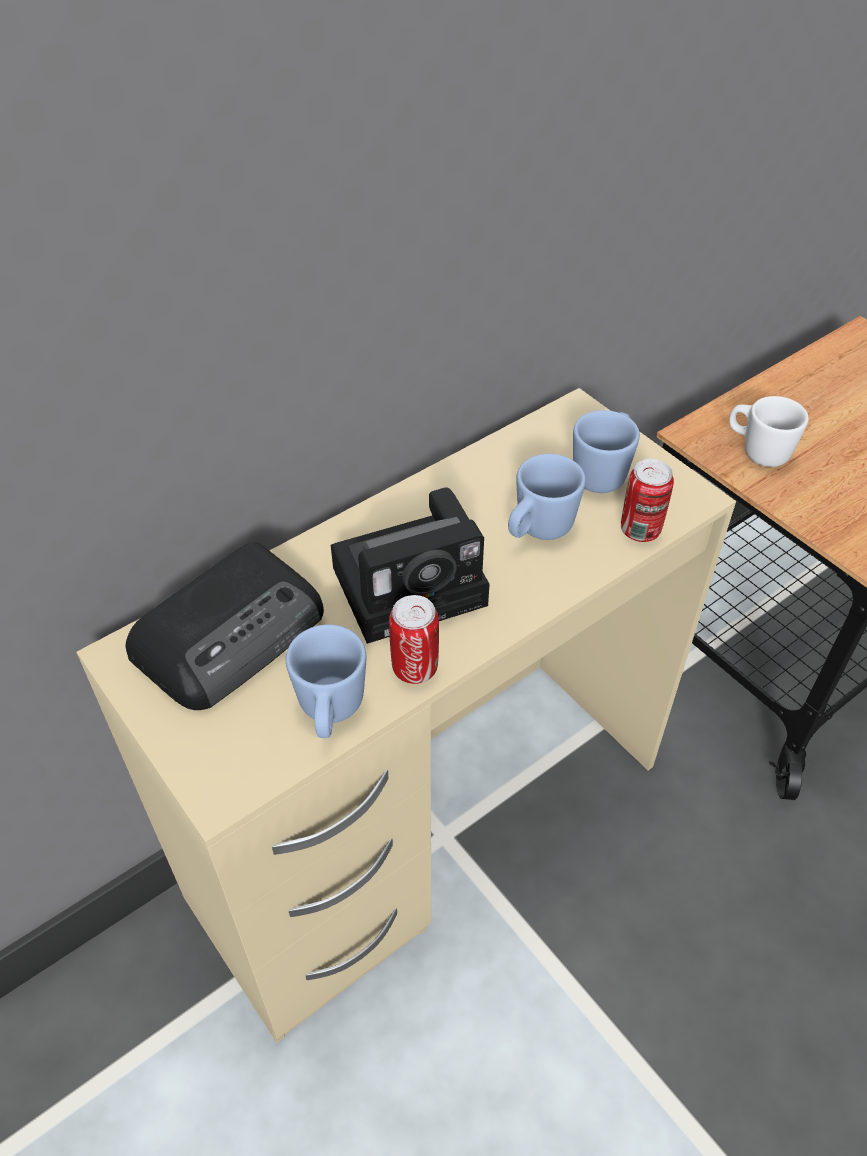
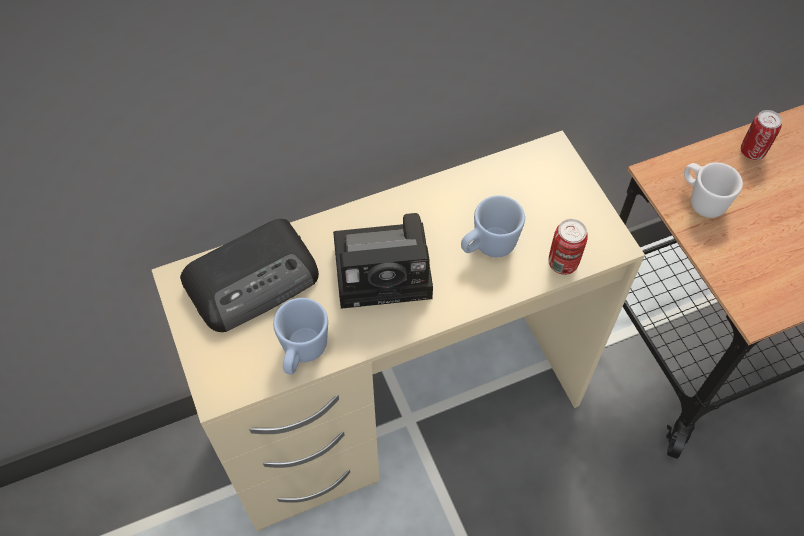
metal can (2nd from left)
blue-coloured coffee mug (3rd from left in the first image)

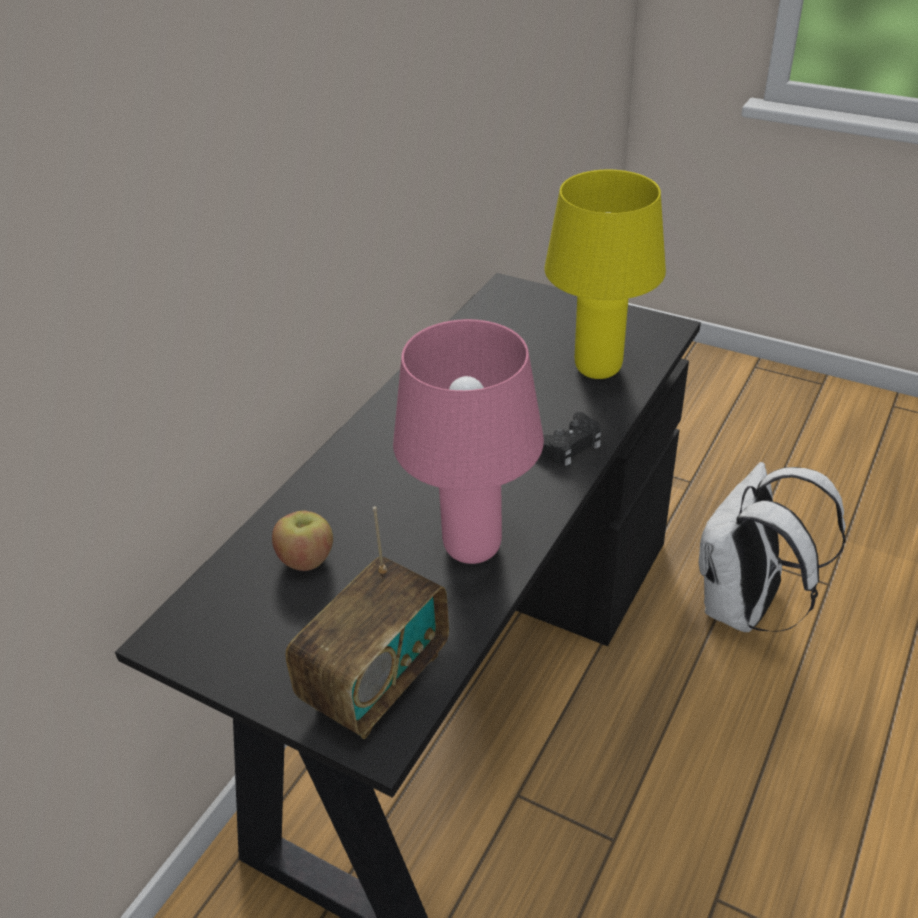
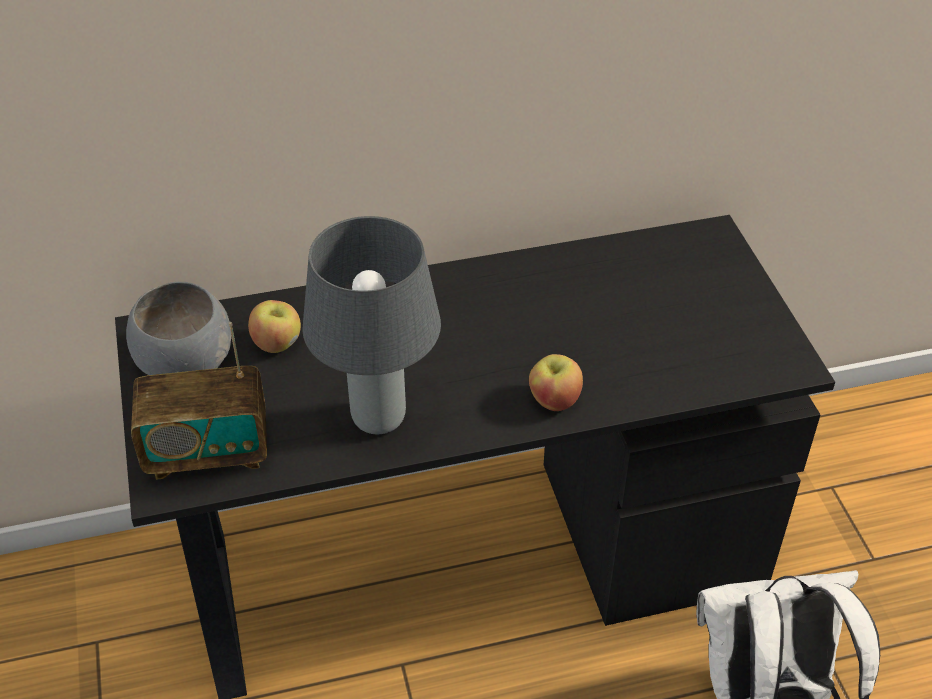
grey lamp for a table
whole apple (2nd from left)
yellow lamp for a table
grey deep dish

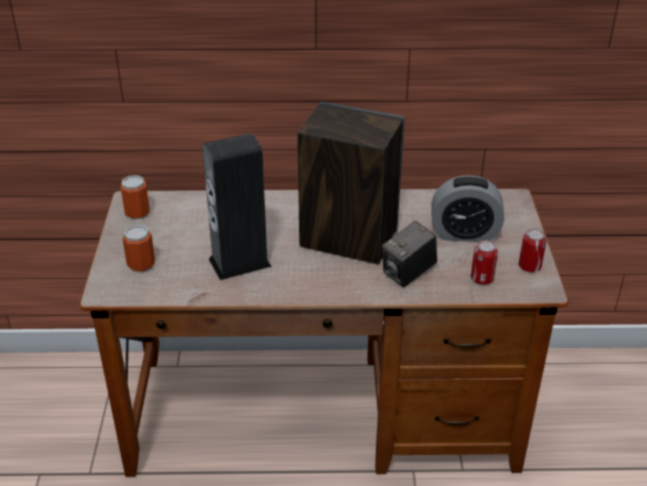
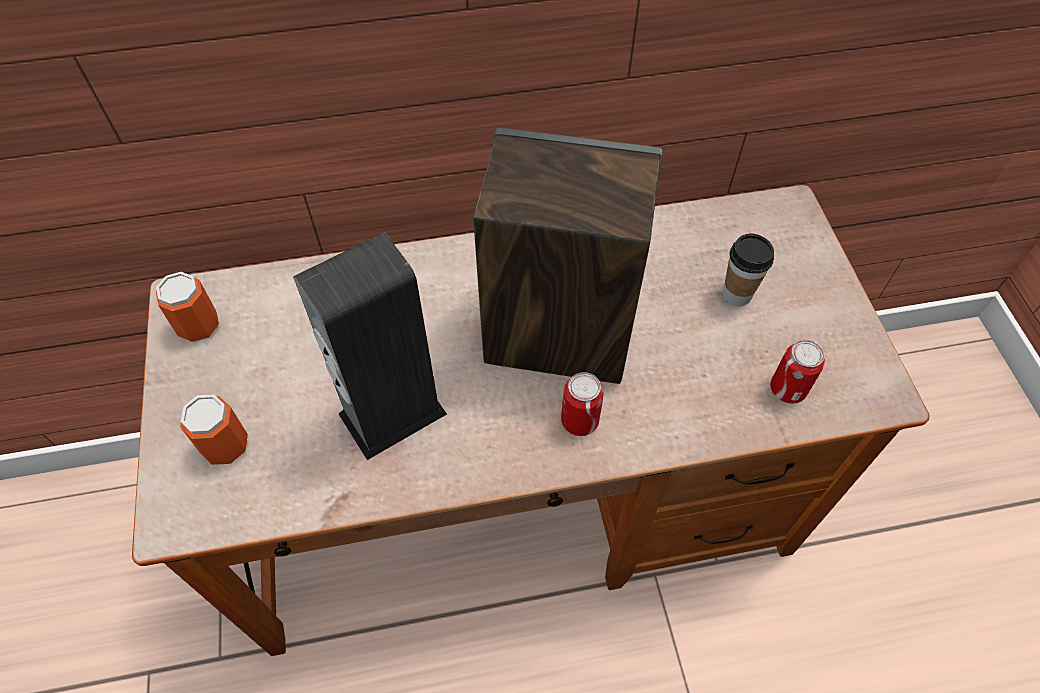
photo camera
small cup
metal can (3rd from left)

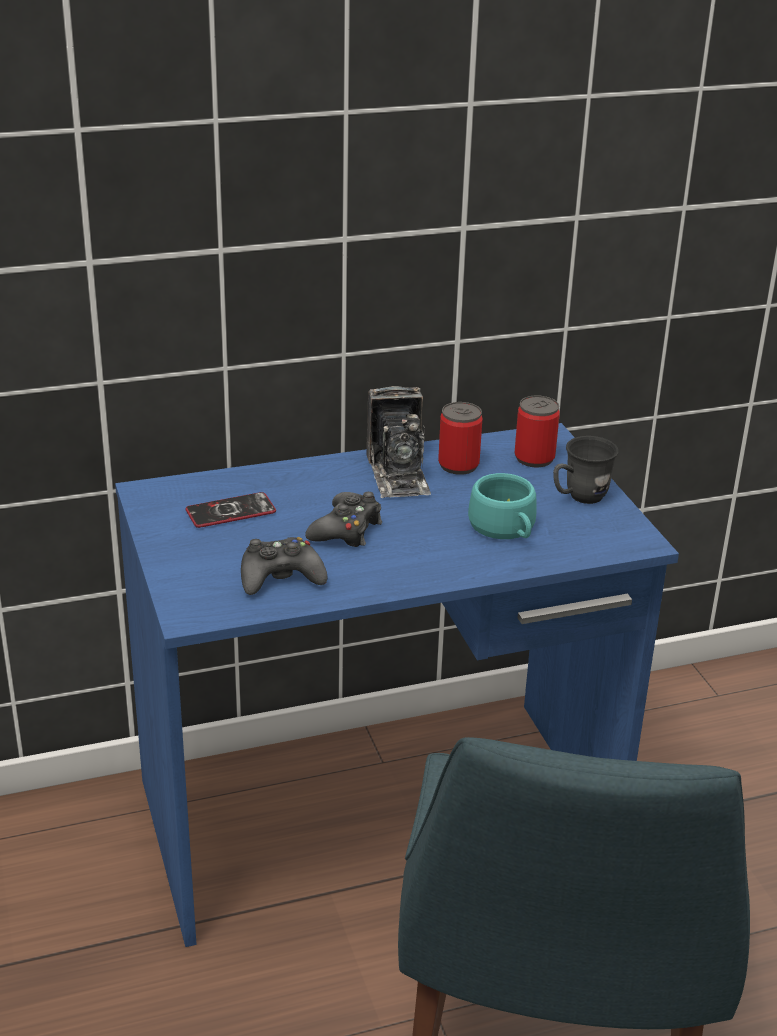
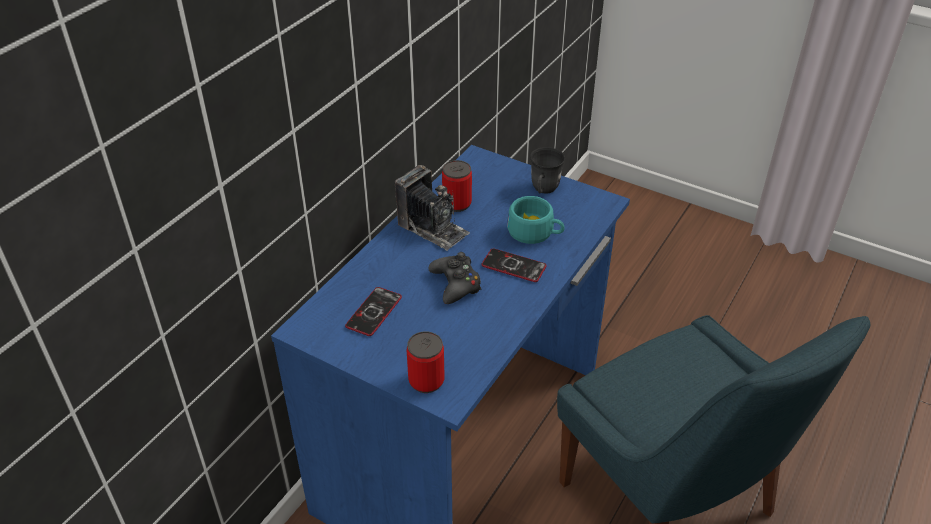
black-coloured joypad (1st from left in the first image)
metal can (1st from left)
phone (2nd from left)

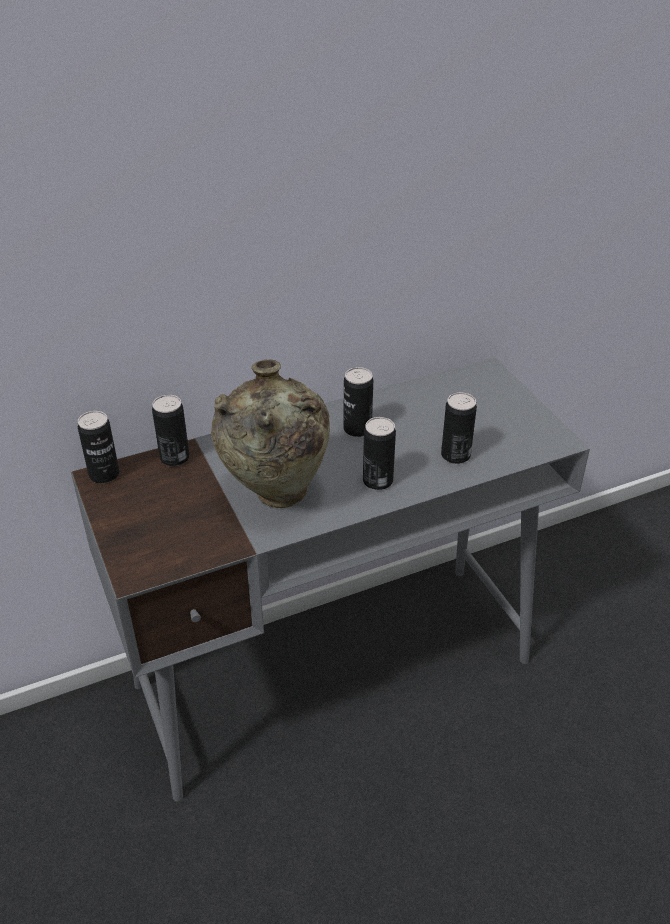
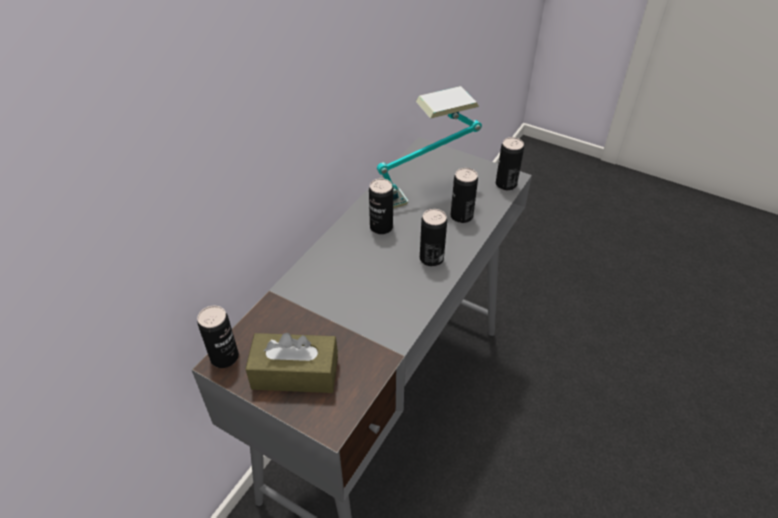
metal can (5th from left)
beige vase
brownish tissue box
lamp for a table

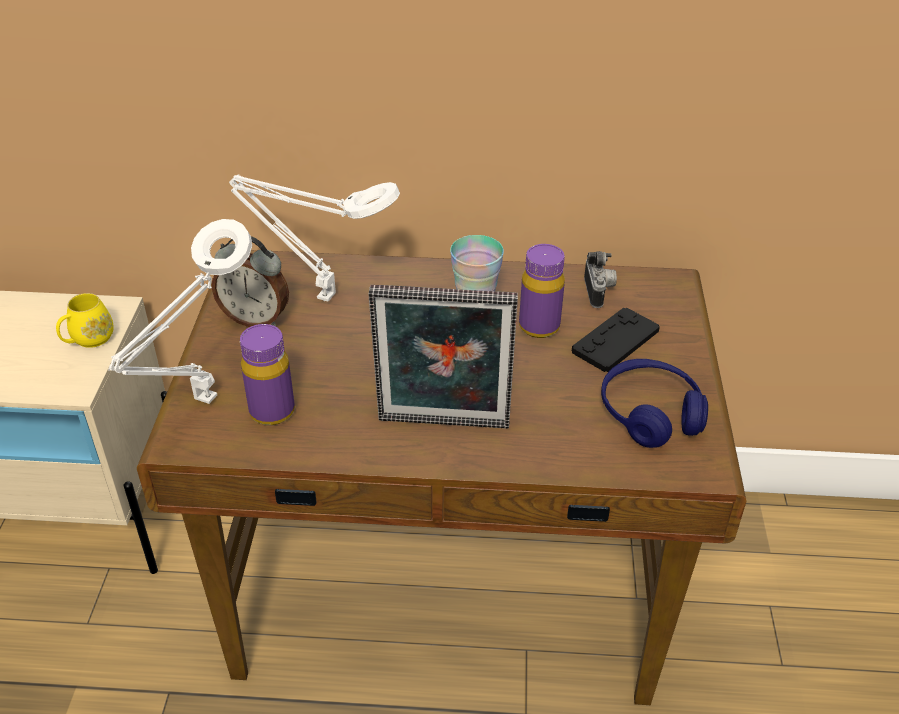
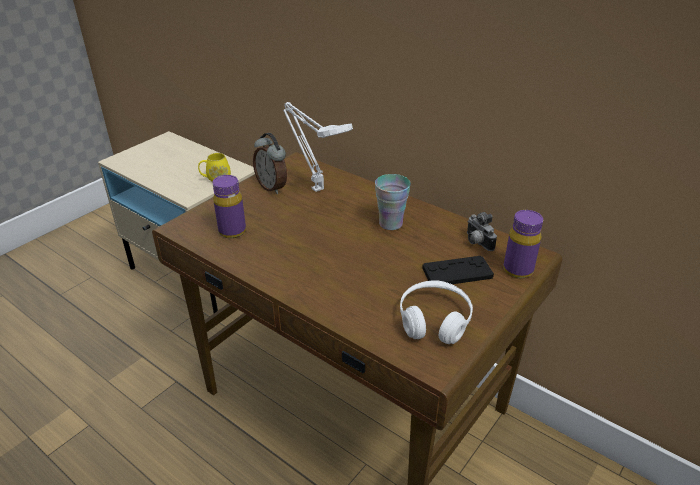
white lamp for a table (1st from left in the first image)
photo frame
purple-coloured drink bottle (2nd from left)
photo camera
white headphones

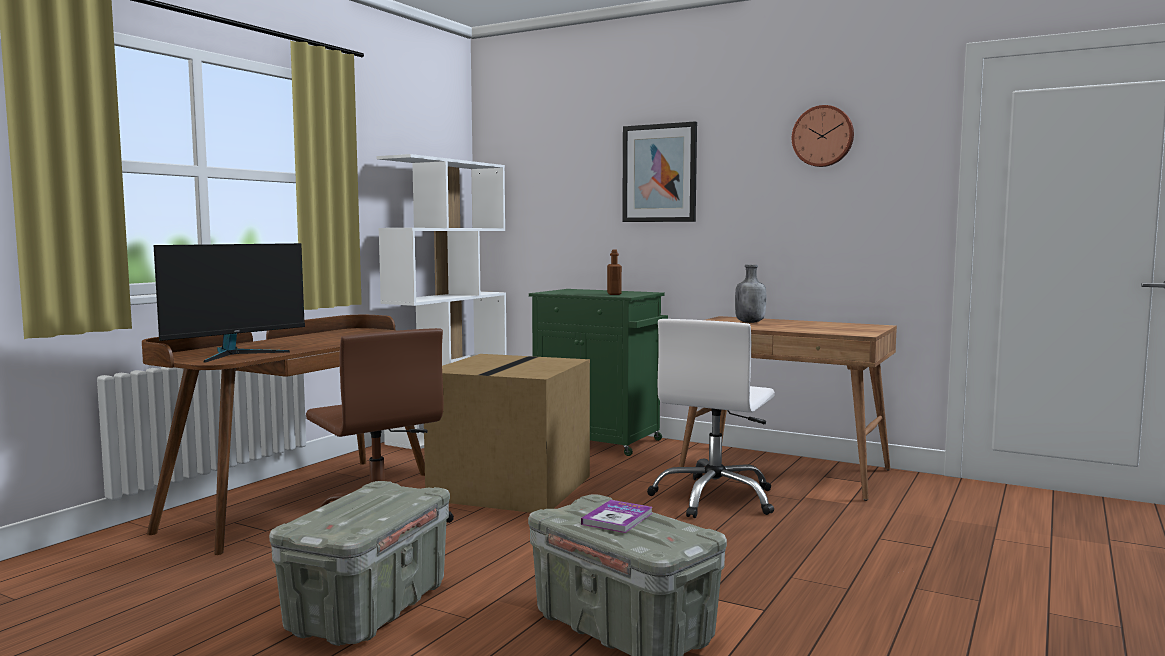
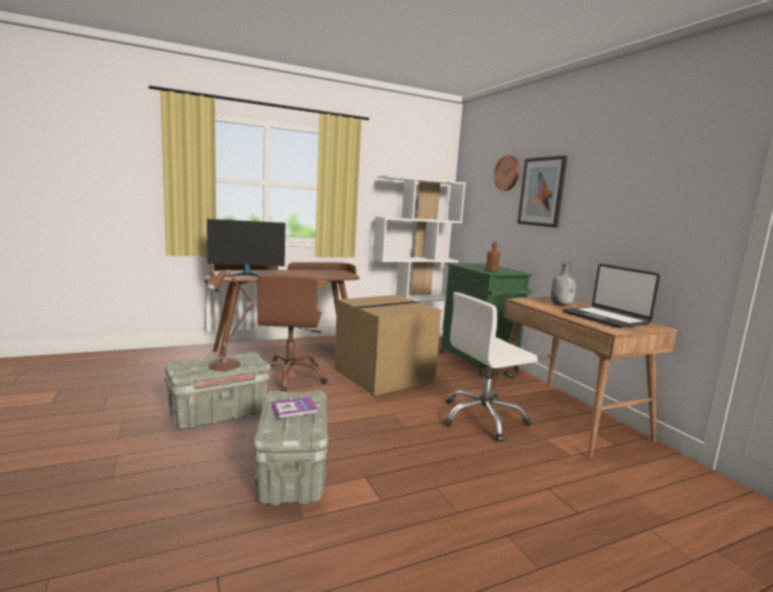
wall clock
brownish lamp for a table
laptop

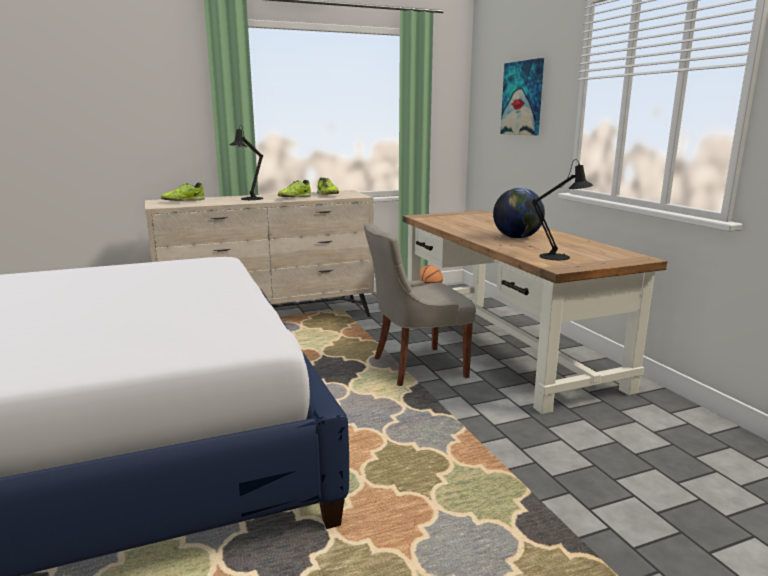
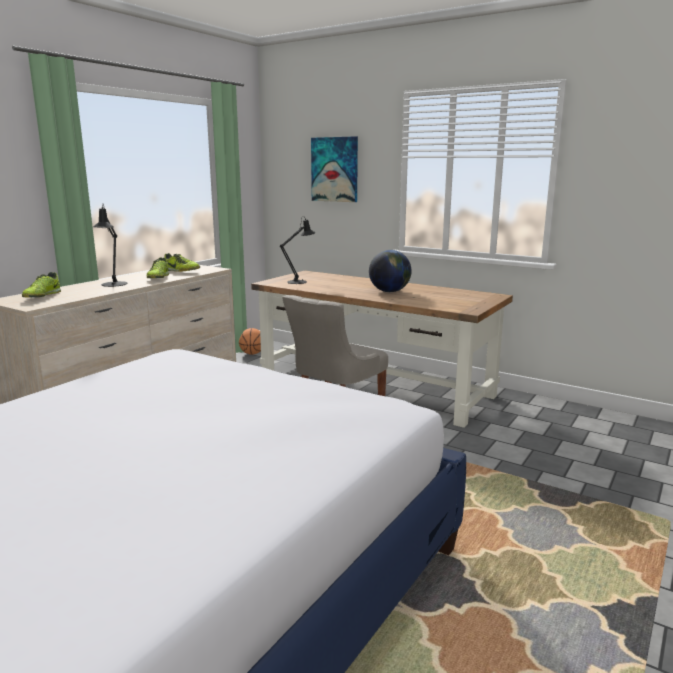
black-coloured lamp for a table (2nd from left)

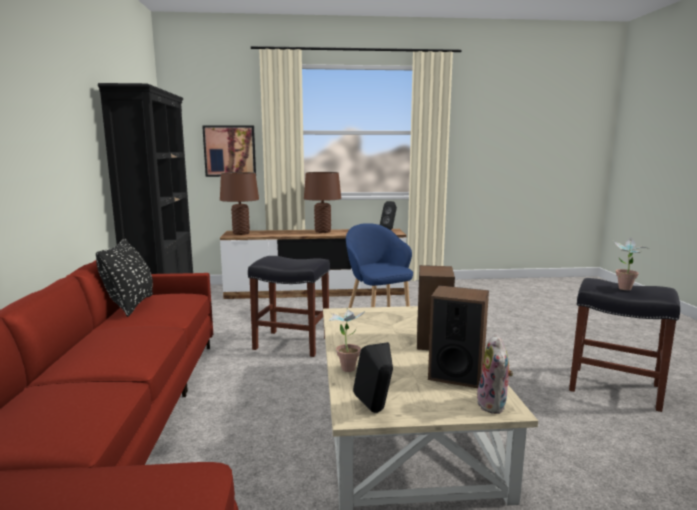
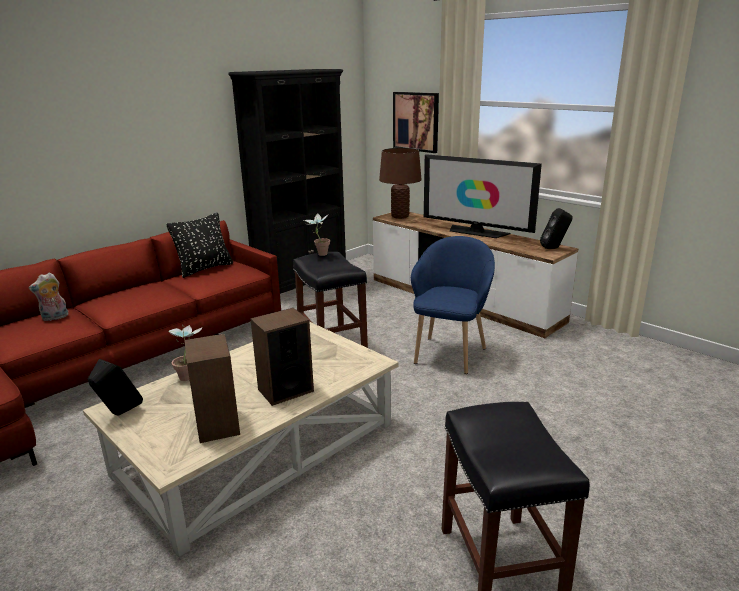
television
cuddly toy
houseplant (2nd from left)

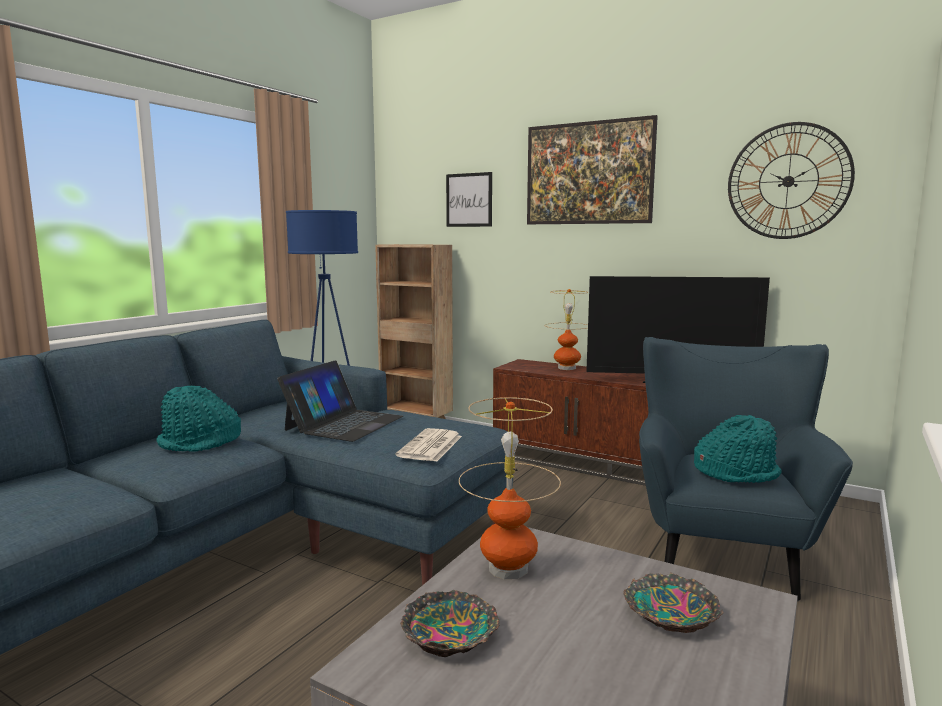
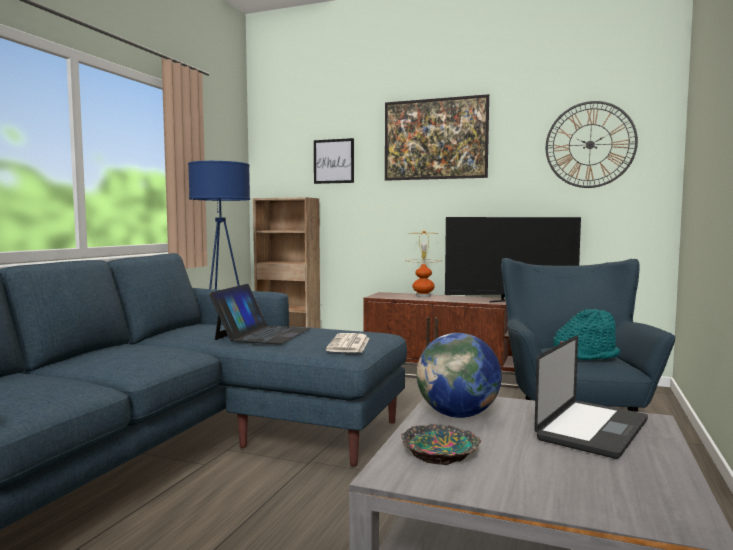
turquoise clothing hat (1st from left in the first image)
desk globe
laptop (2nd from left)

